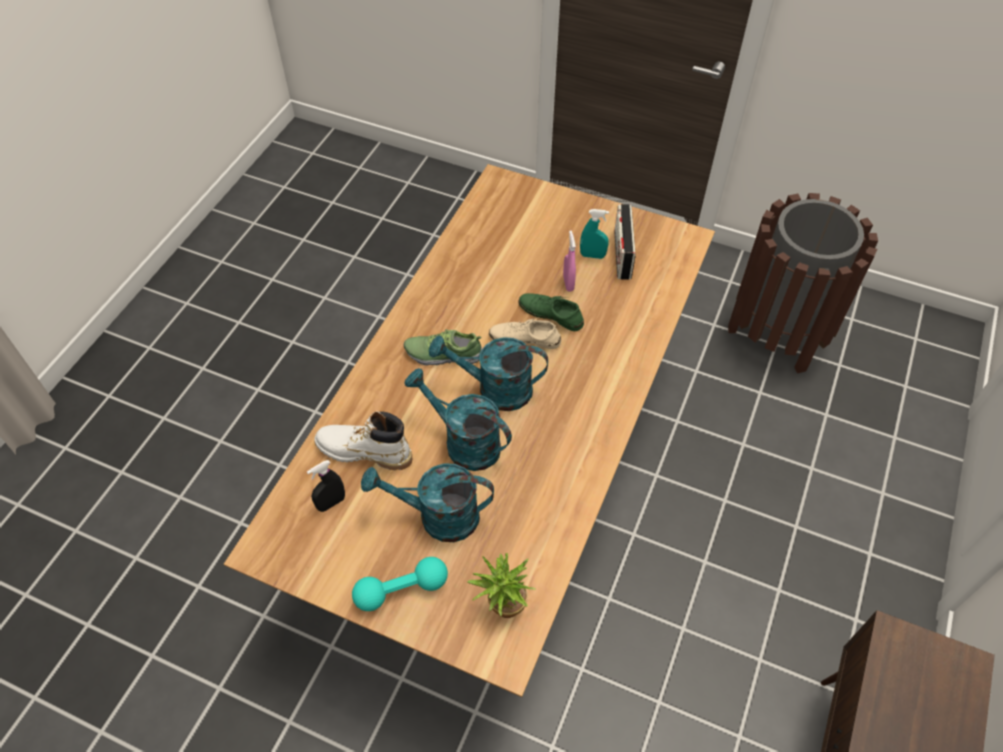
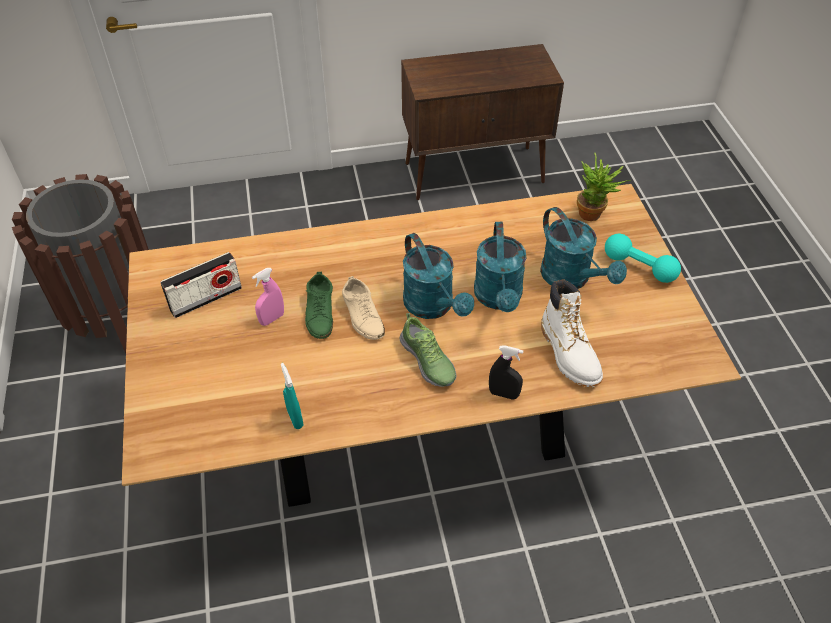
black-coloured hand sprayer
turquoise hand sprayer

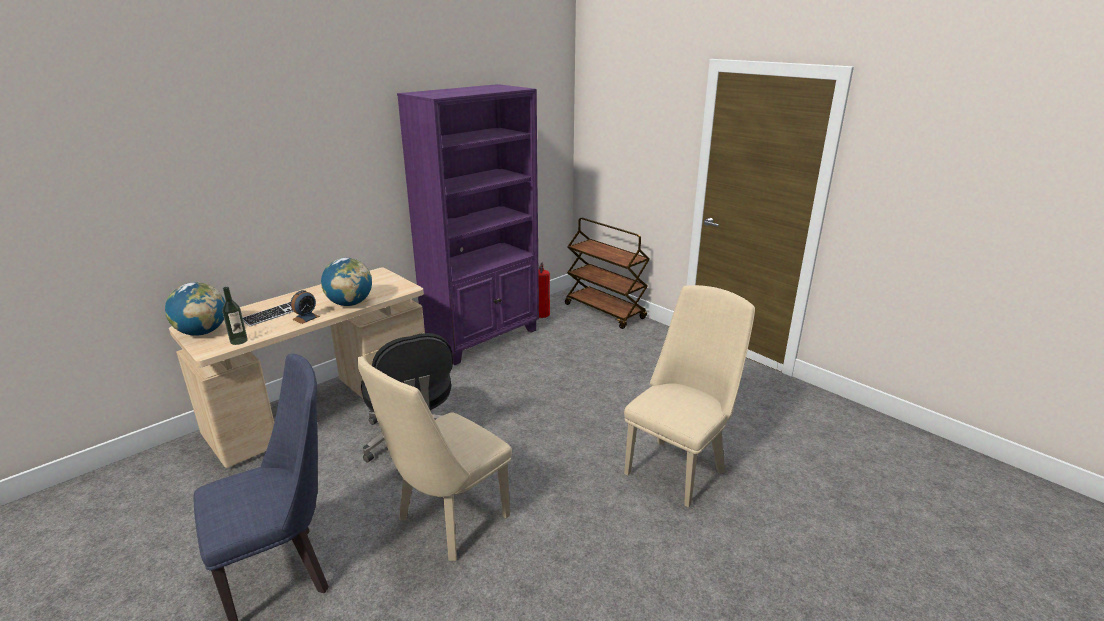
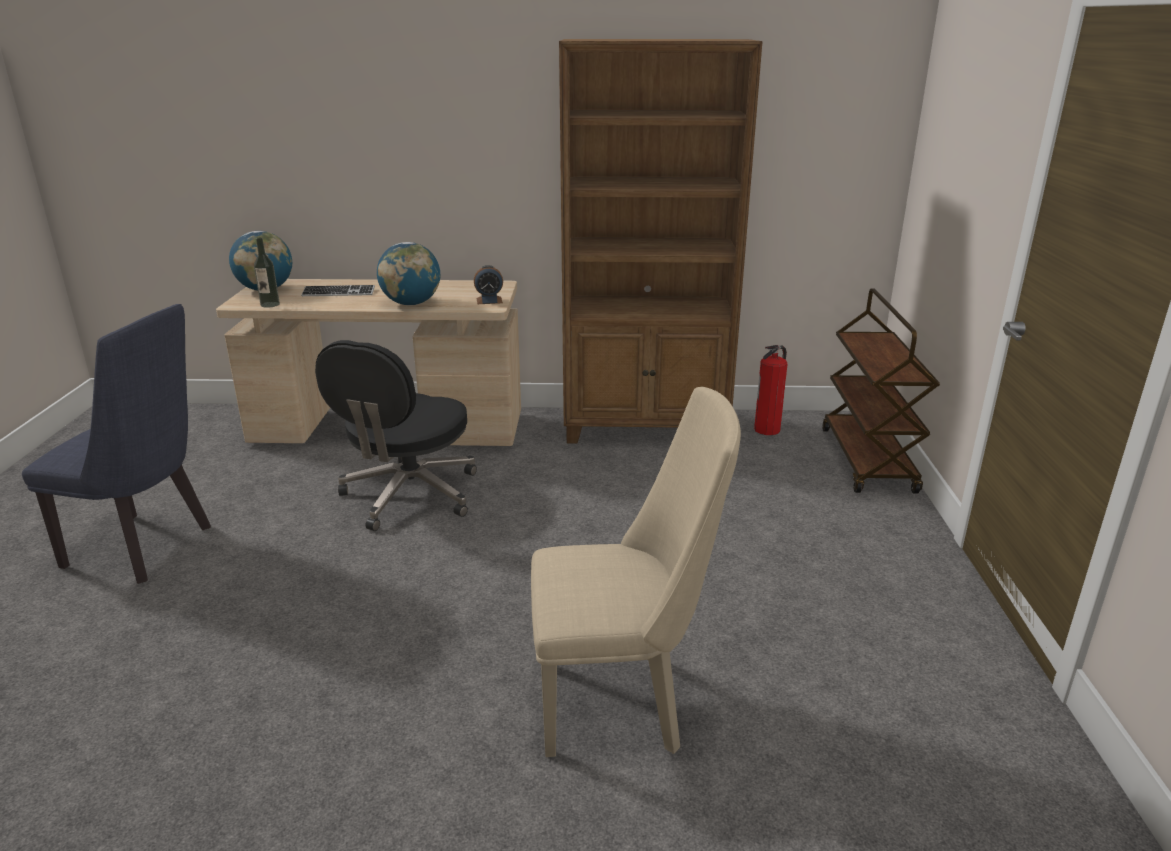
alarm clock
beige upright chair (1st from left in the first image)
brownish bookshelf

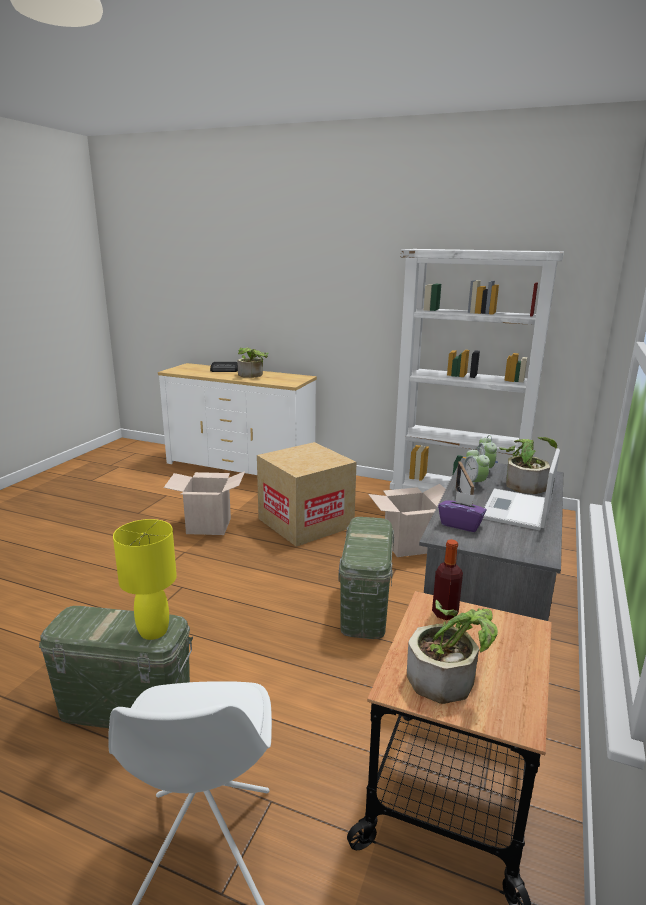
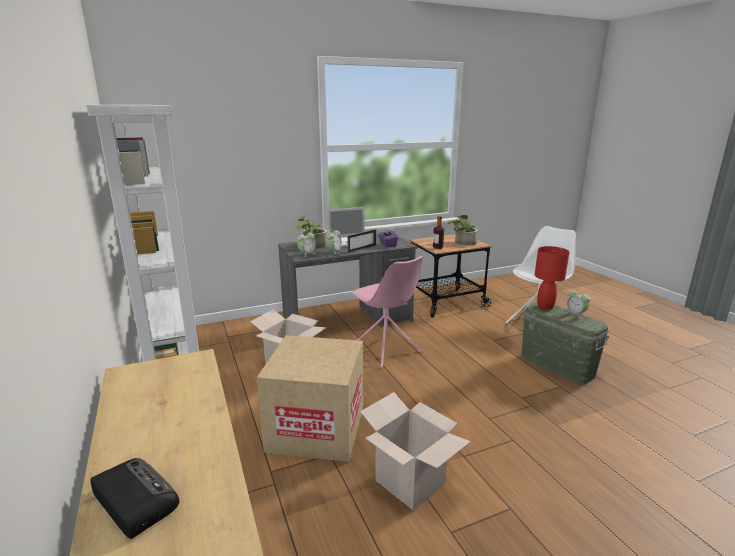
red lamp for a table
houseplant (1st from left in the first image)
pink upright chair
alarm clock (3rd from left)

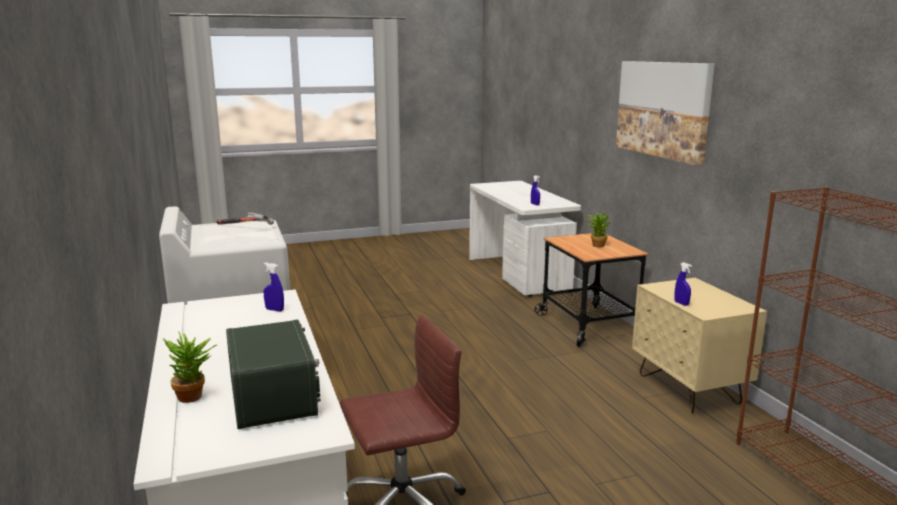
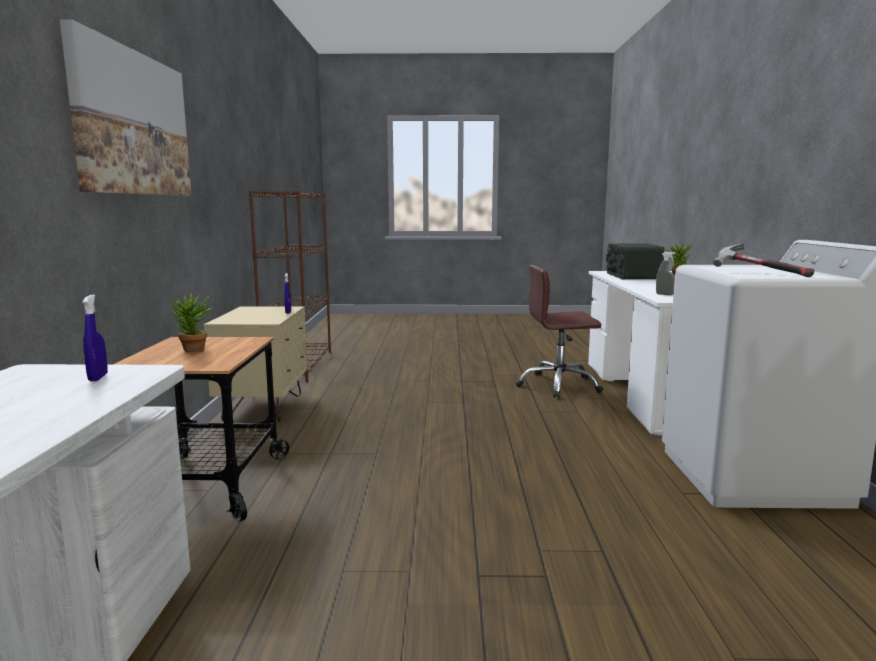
grey hand sprayer

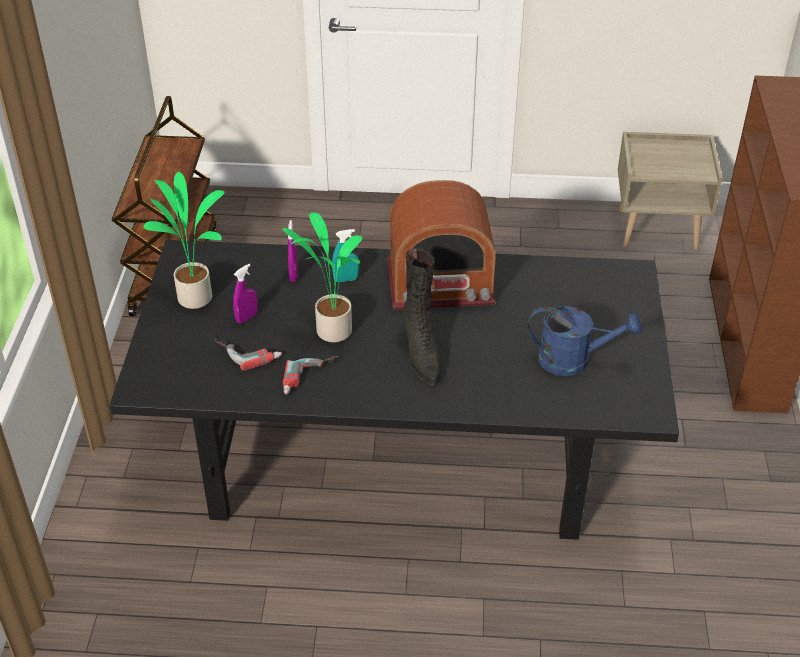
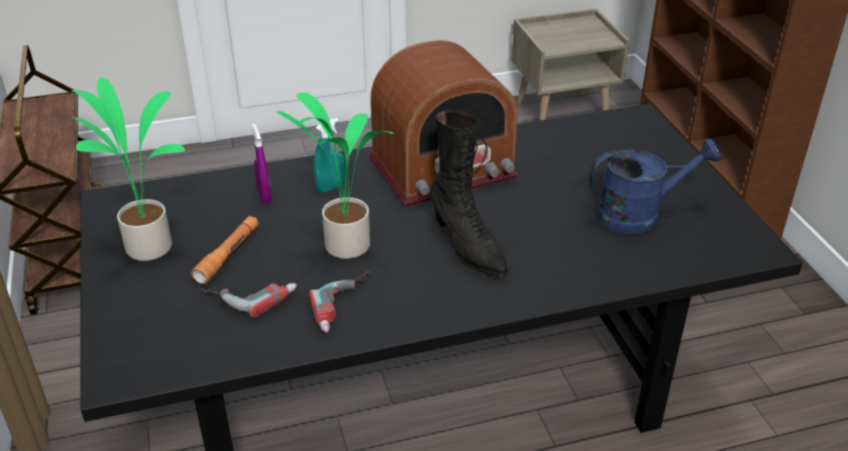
orangey hand torch

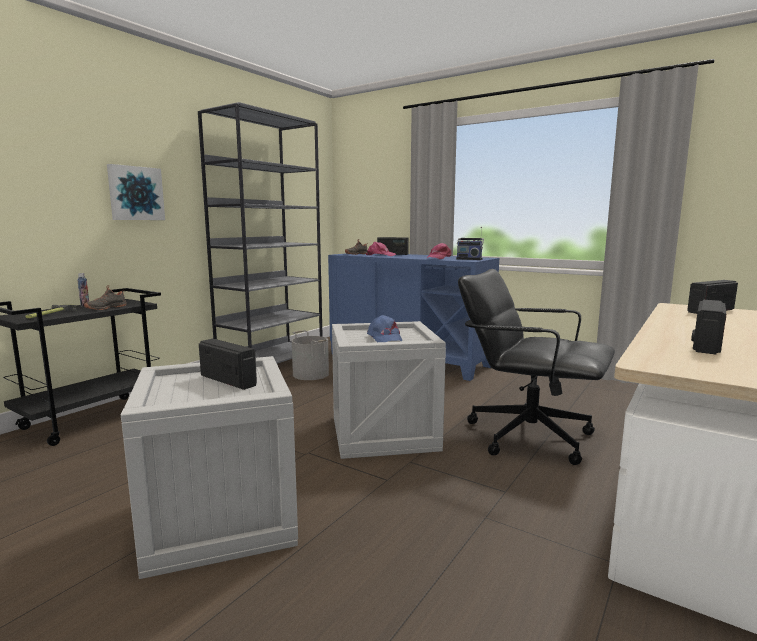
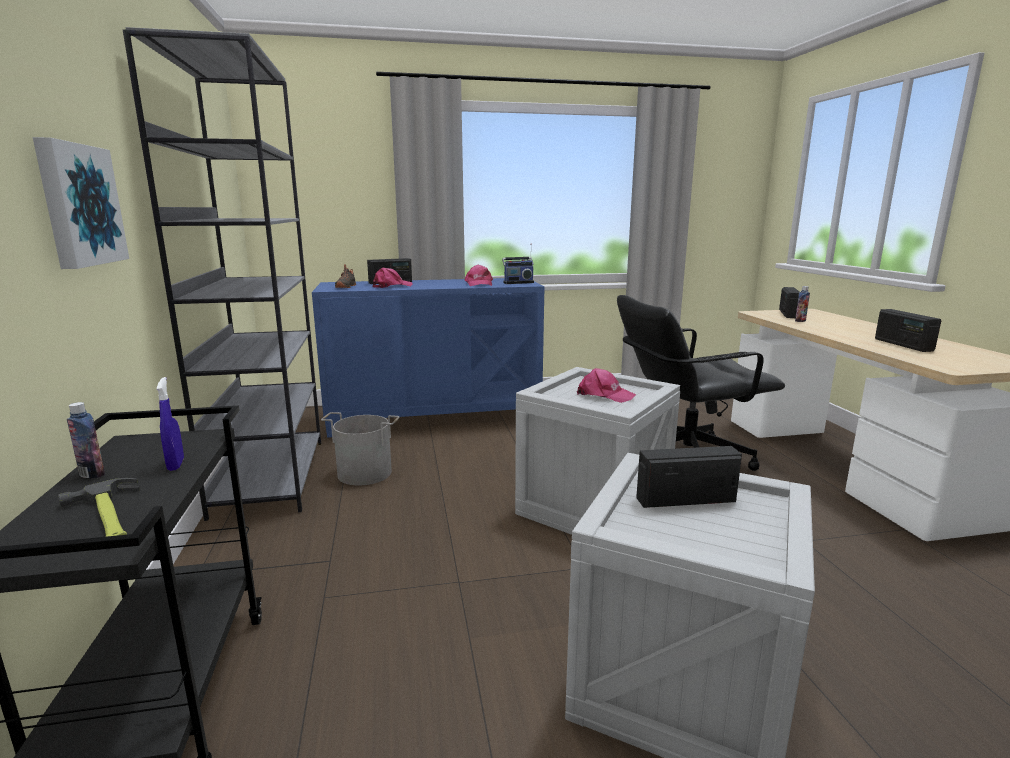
blue-coloured hand sprayer
pink cap (3rd from left)
drink bottle (2nd from left)

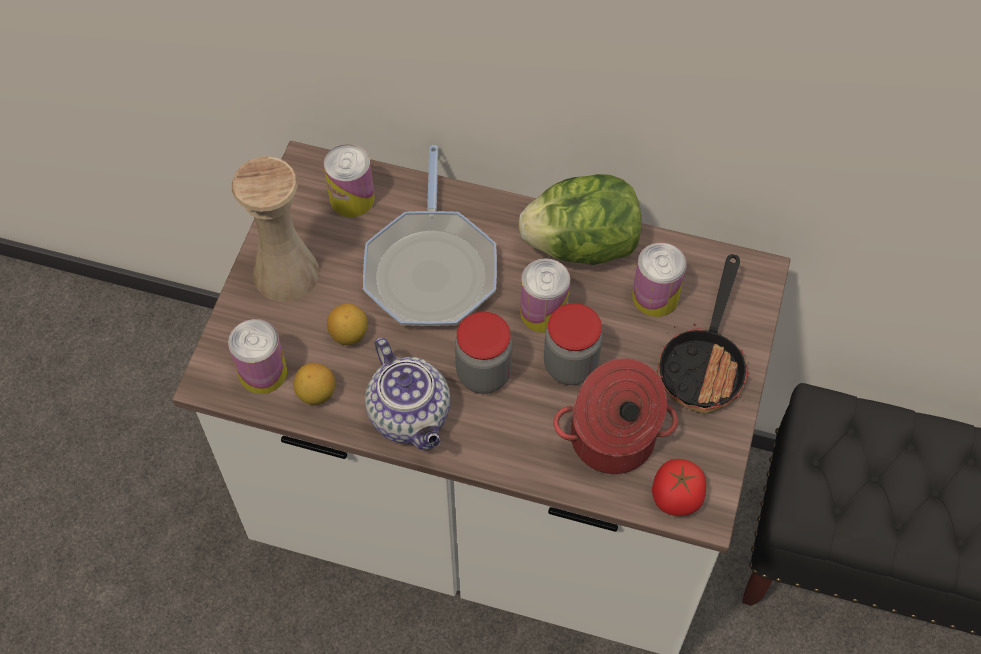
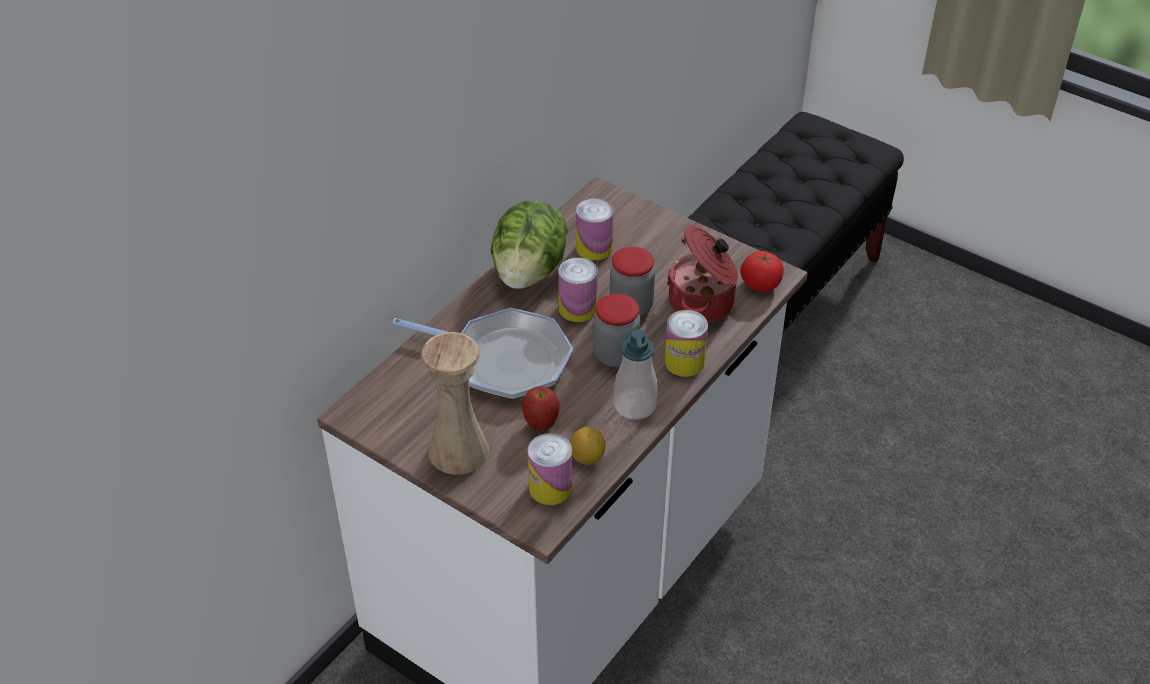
metal can (4th from left)
whole apple
soap bottle
frying pan (2nd from left in the first image)

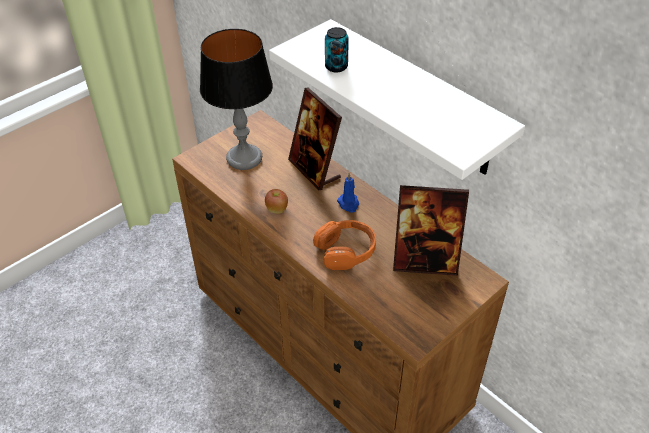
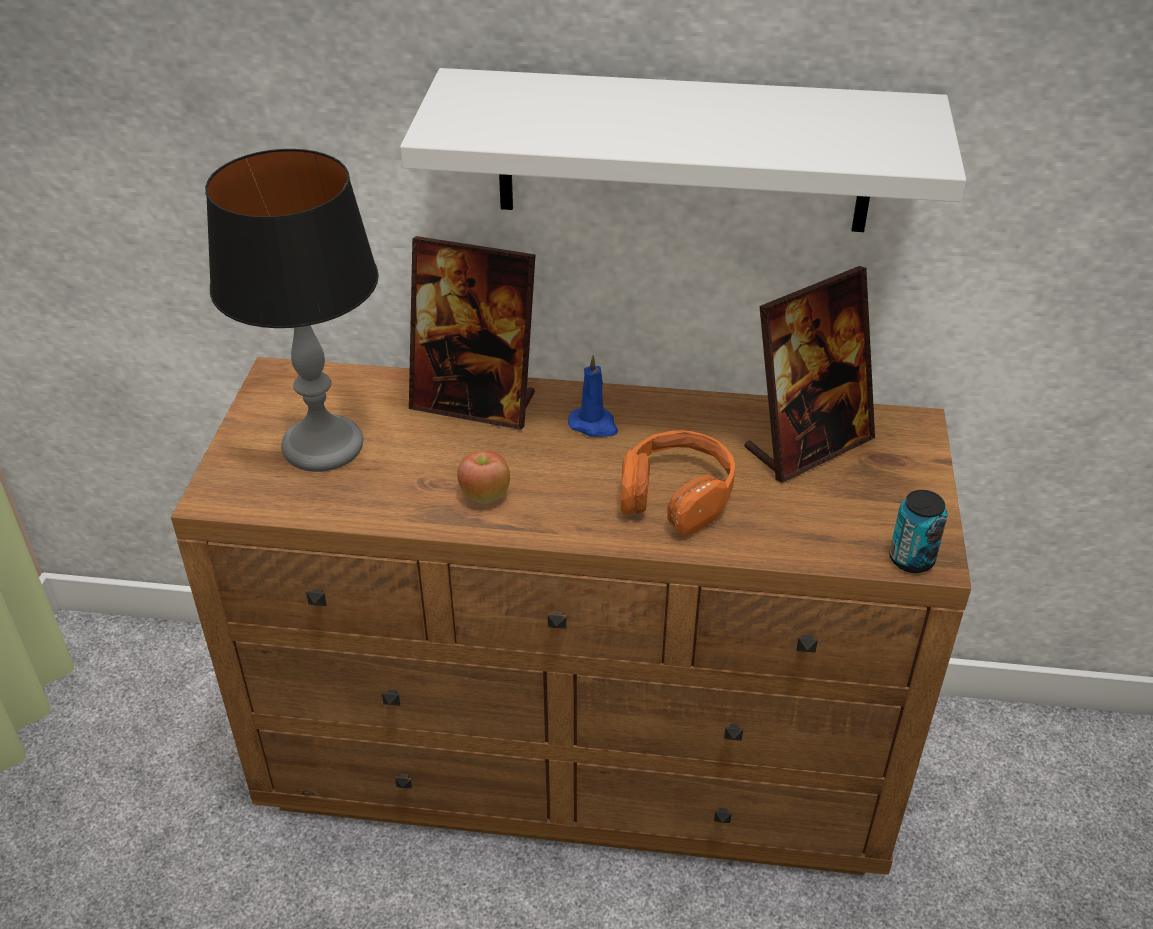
metal can

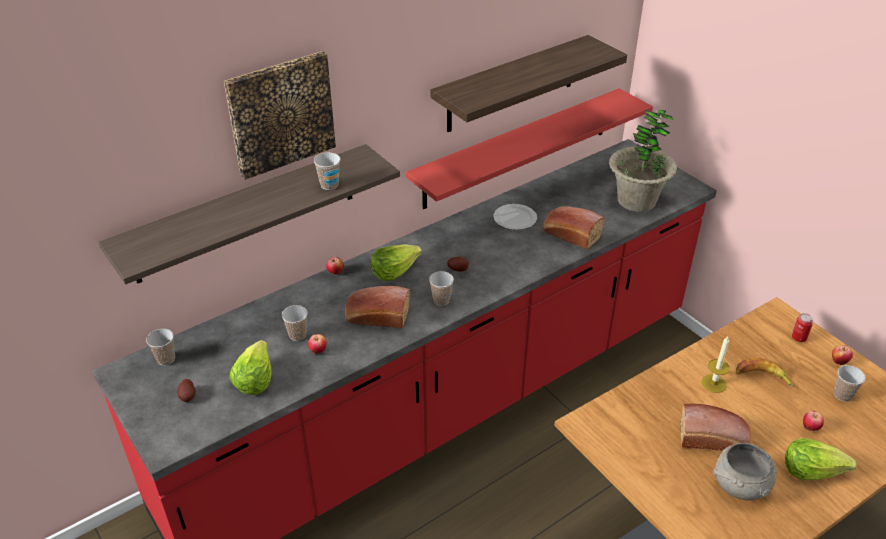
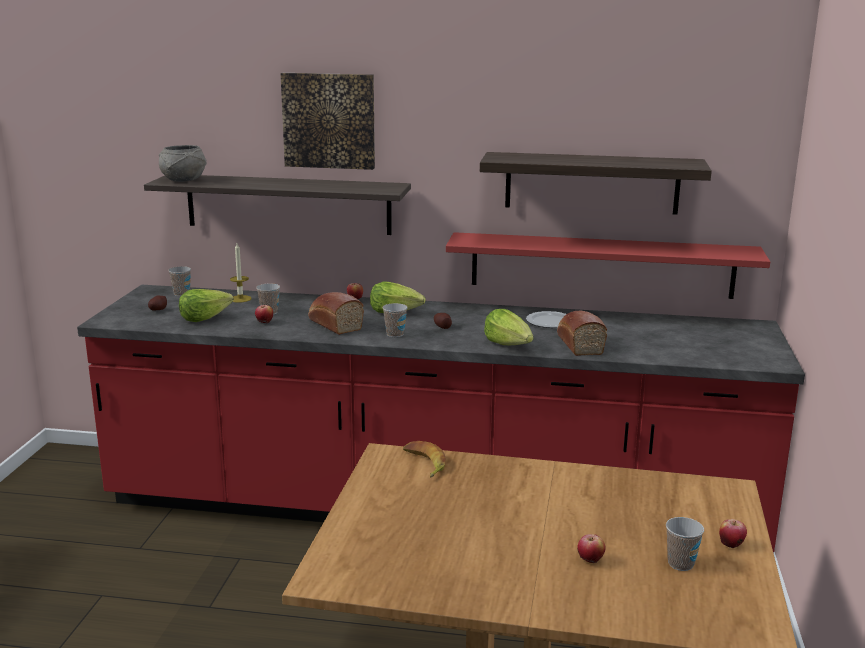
small cup (3rd from left in the first image)
houseplant
bread (3rd from left in the first image)
candle
grey deep dish
banana fruit
lettuce (3rd from left)
metal can

